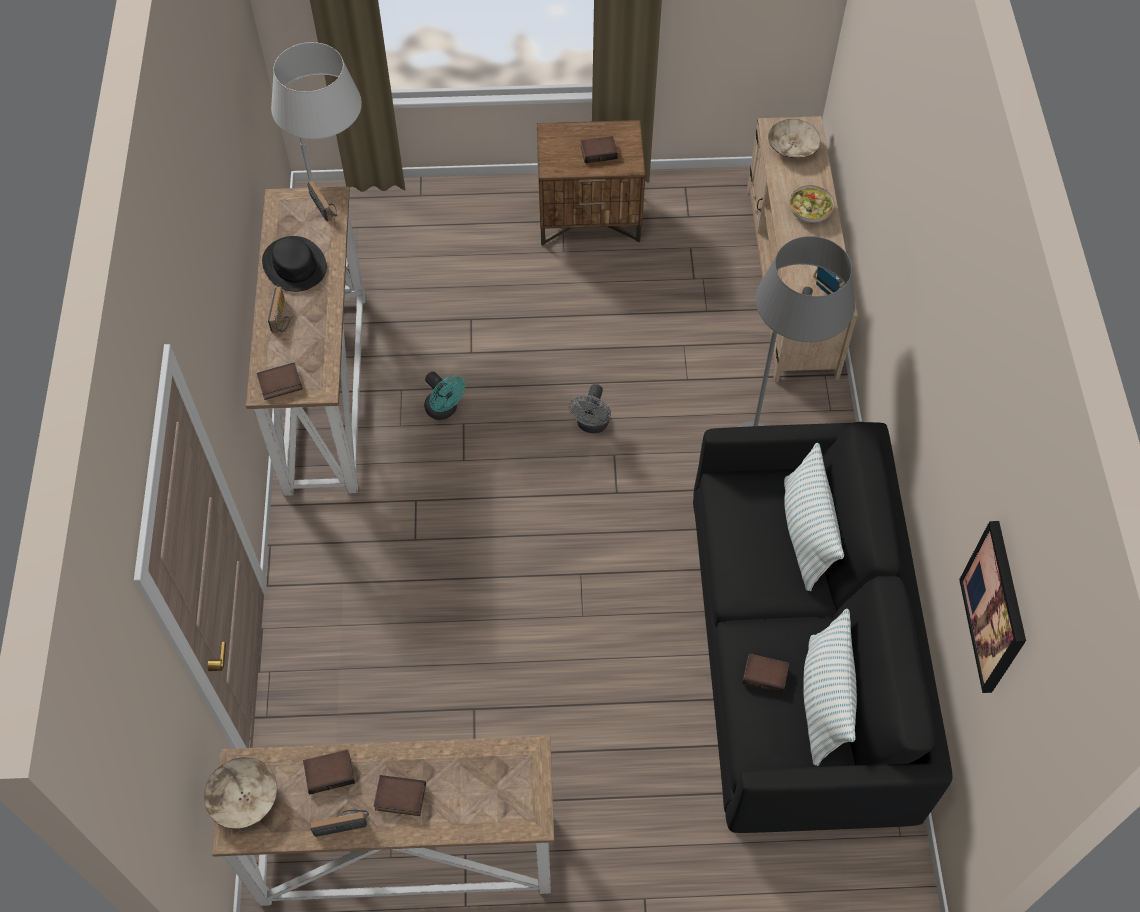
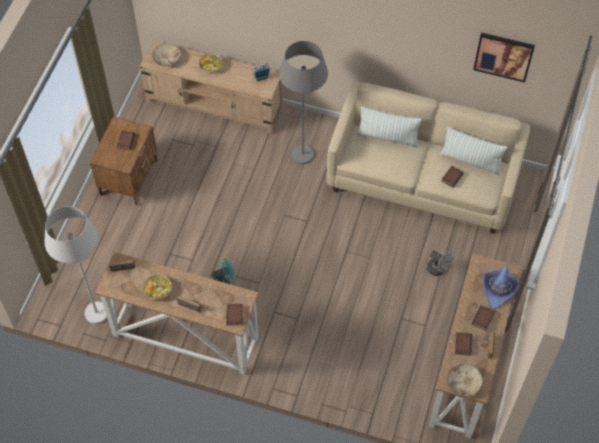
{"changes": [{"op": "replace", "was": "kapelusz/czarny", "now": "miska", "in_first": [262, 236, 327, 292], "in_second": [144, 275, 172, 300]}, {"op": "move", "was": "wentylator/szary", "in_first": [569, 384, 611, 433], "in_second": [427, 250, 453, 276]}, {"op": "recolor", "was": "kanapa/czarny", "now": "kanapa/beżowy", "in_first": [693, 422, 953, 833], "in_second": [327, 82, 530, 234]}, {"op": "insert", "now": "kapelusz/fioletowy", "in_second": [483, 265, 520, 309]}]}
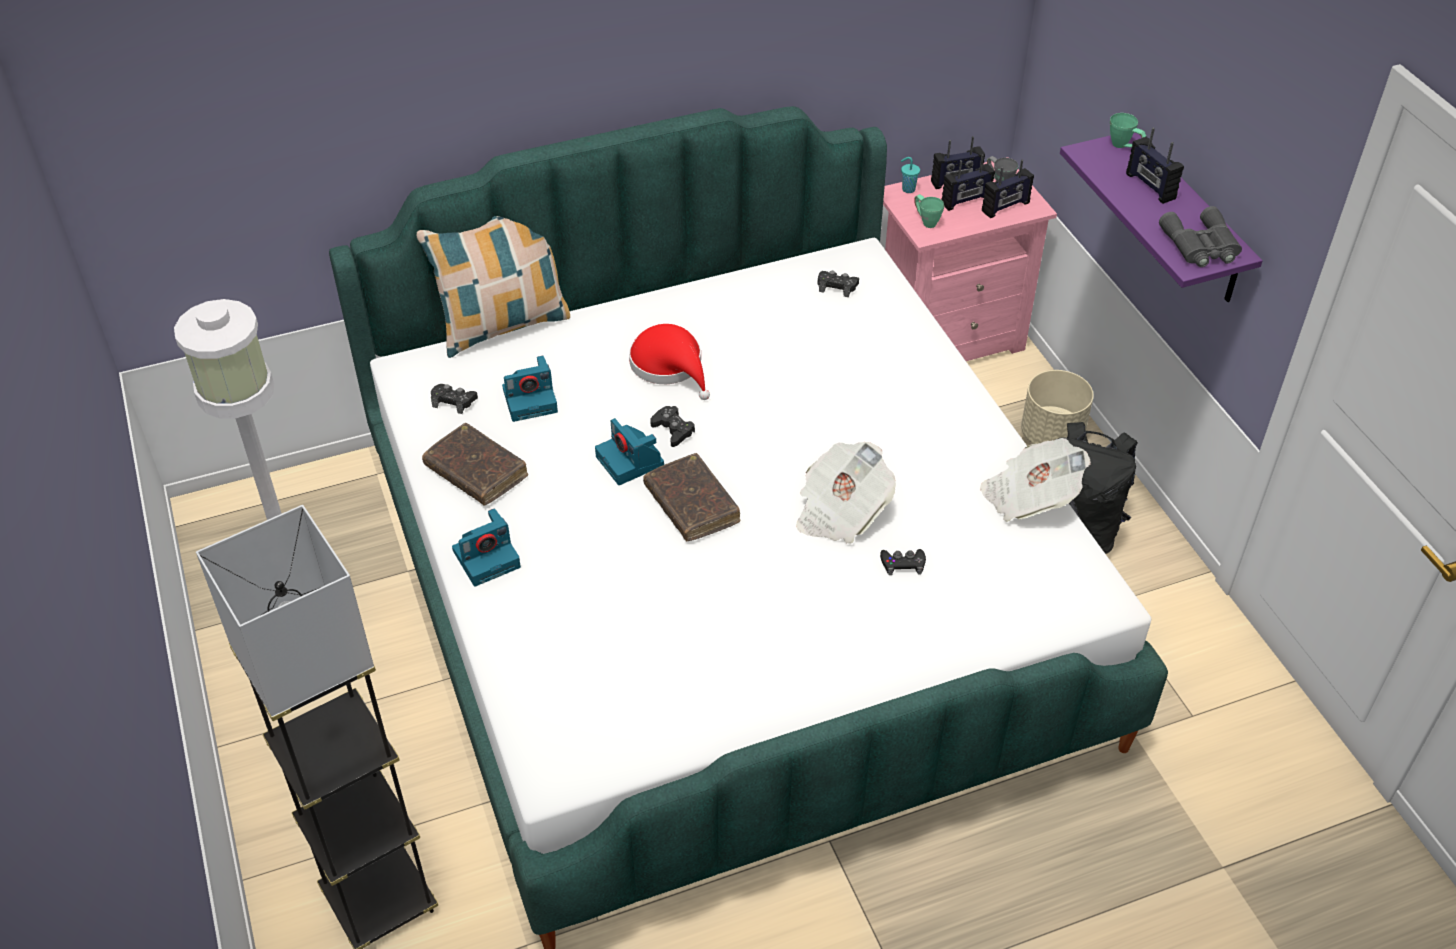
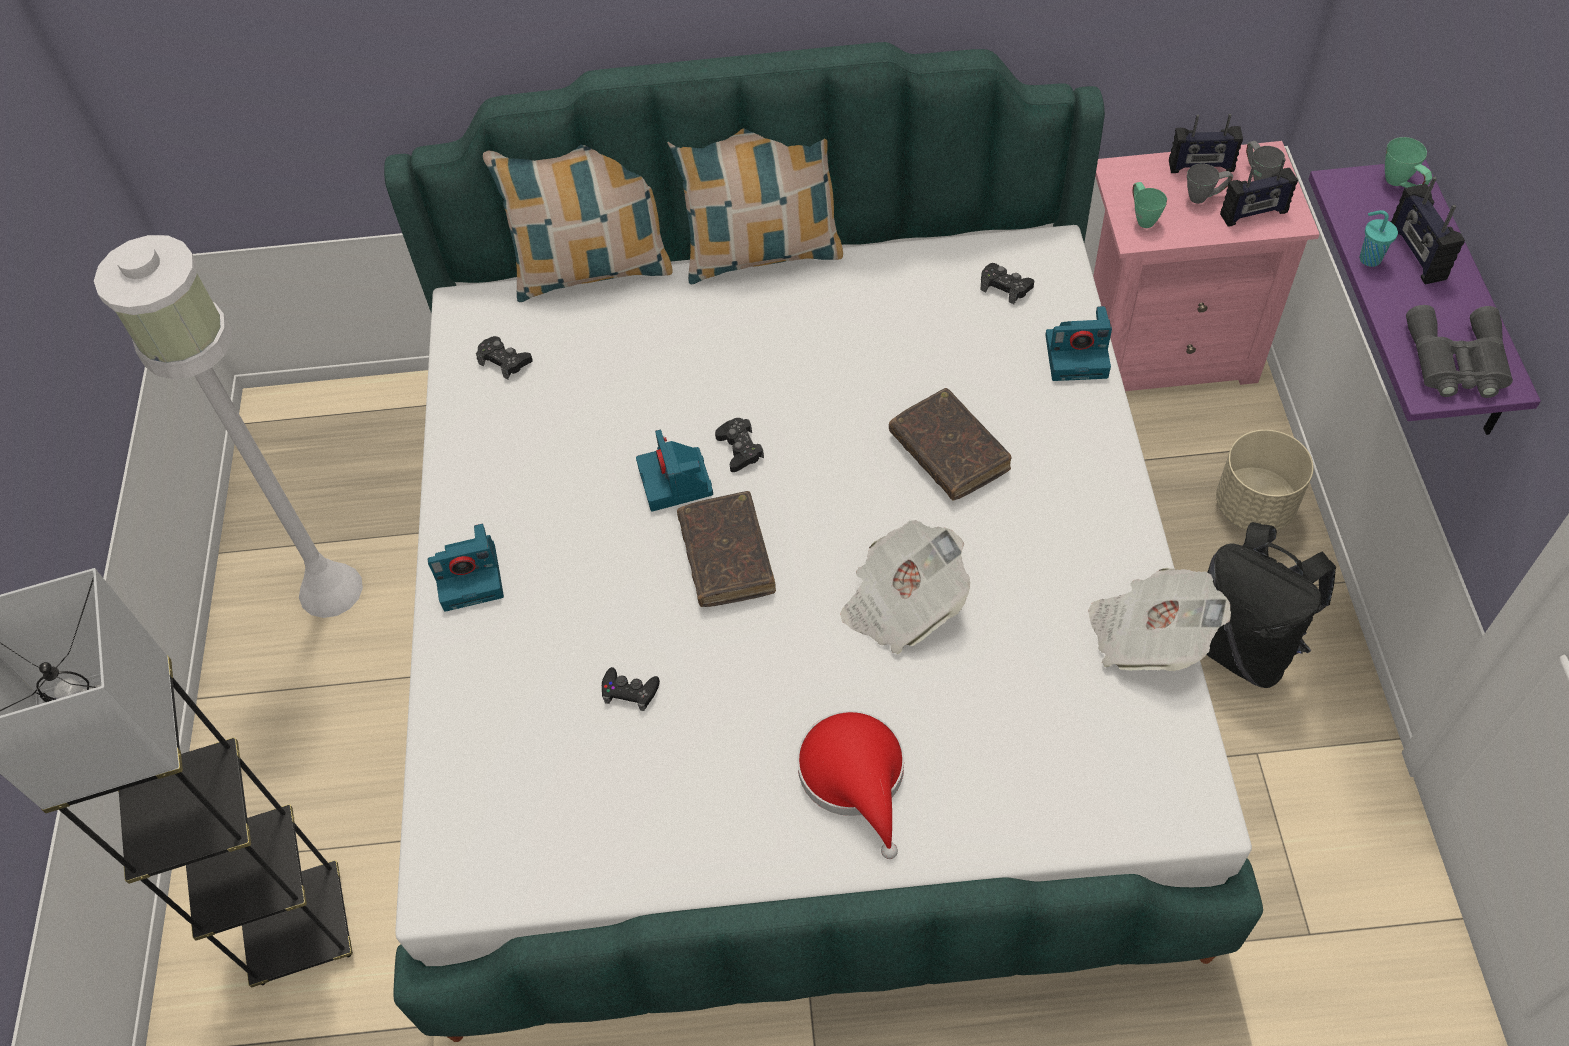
{"changes": [{"op": "move", "was": "książka/brązowy", "in_first": [422, 423, 528, 506], "in_second": [889, 388, 1011, 501]}, {"op": "move", "was": "aparat fotograficzny", "in_first": [502, 356, 558, 422], "in_second": [1045, 306, 1112, 381]}, {"op": "move", "was": "kapelusz/czerwony", "in_first": [629, 324, 710, 400], "in_second": [797, 711, 904, 859]}, {"op": "move", "was": "pad do gier/czarny", "in_first": [880, 549, 926, 575], "in_second": [602, 667, 660, 711]}, {"op": "move", "was": "filiżanka/turkusowy", "in_first": [901, 157, 920, 193], "in_second": [1359, 210, 1398, 267]}, {"op": "replace", "was": "radio", "now": "kubek/szary", "in_first": [941, 154, 995, 211], "in_second": [1187, 164, 1233, 204]}, {"op": "insert", "now": "poduszka", "in_second": [667, 128, 843, 284]}]}
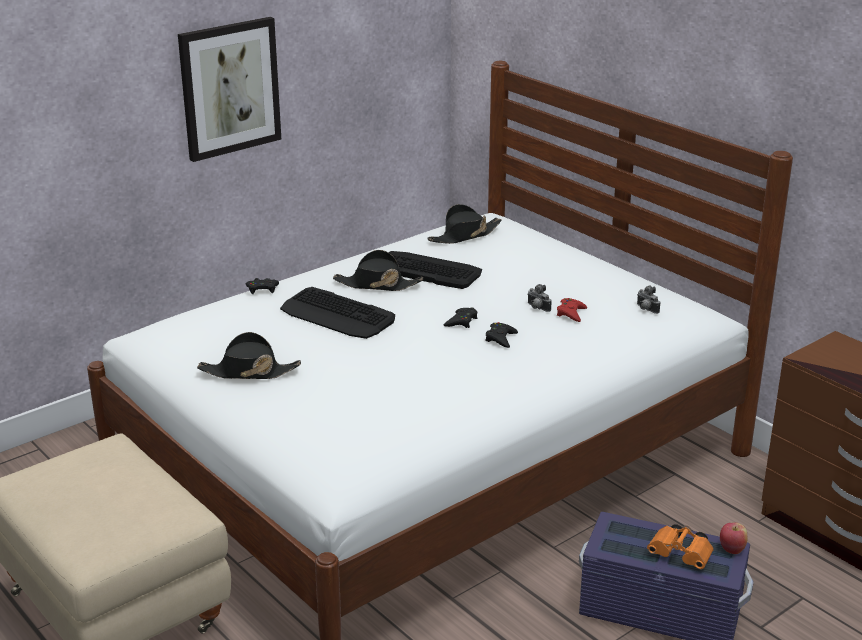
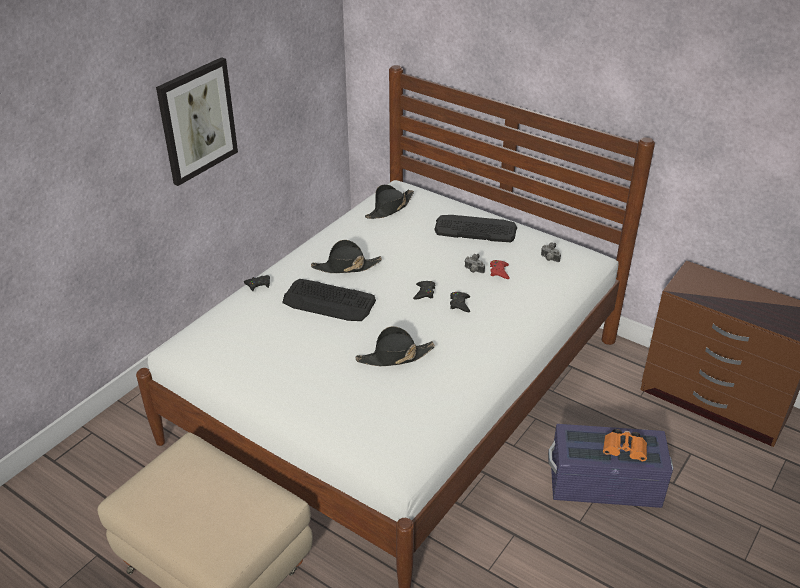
{"changes": [{"op": "move", "was": "kapelusz/czarny", "in_first": [197, 332, 301, 379], "in_second": [355, 326, 435, 366]}, {"op": "move", "was": "klawiatura", "in_first": [388, 251, 482, 289], "in_second": [434, 215, 517, 242]}, {"op": "delete", "was": "jabłko", "in_first": [720, 523, 747, 554]}]}
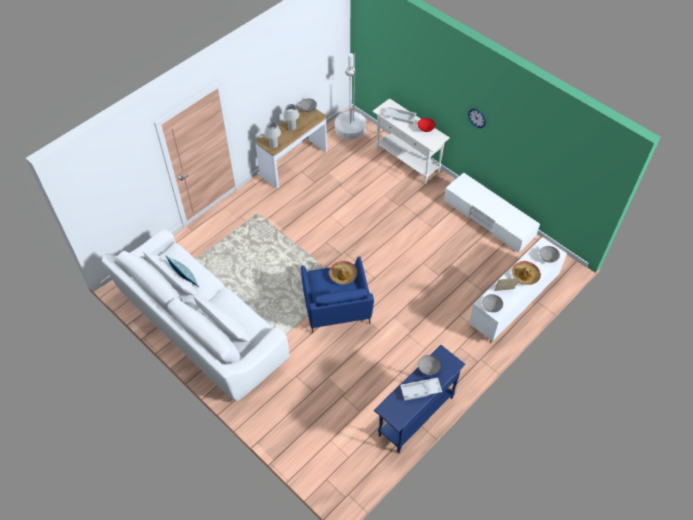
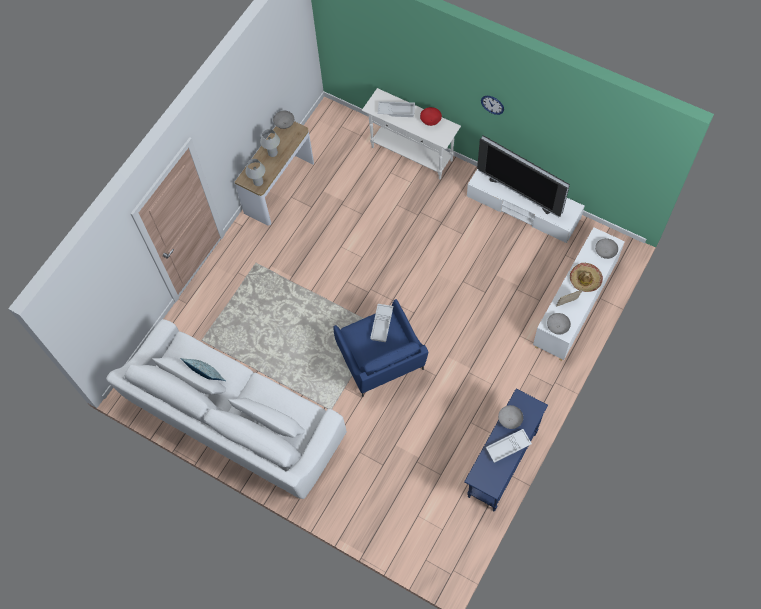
{"changes": [{"op": "replace", "was": "kapelusz", "now": "taca/biały", "in_first": [329, 261, 357, 285], "in_second": [370, 304, 393, 342]}, {"op": "delete", "was": "lampa stojąca/biały", "in_first": [335, 53, 366, 140]}, {"op": "insert", "now": "telewizor", "in_second": [477, 135, 570, 217]}]}
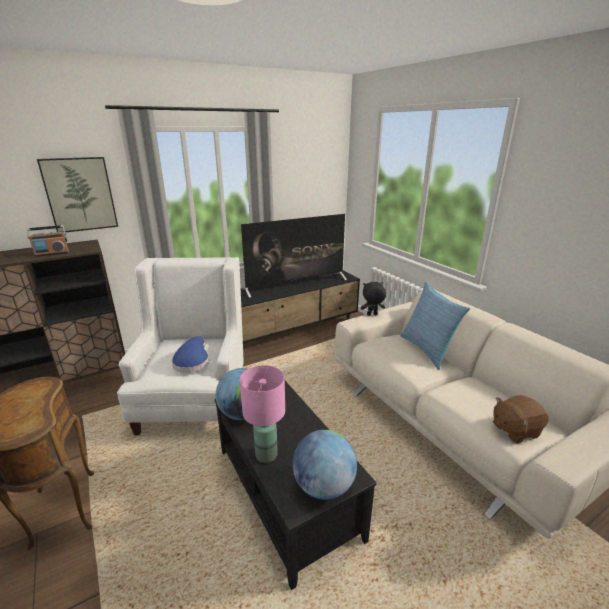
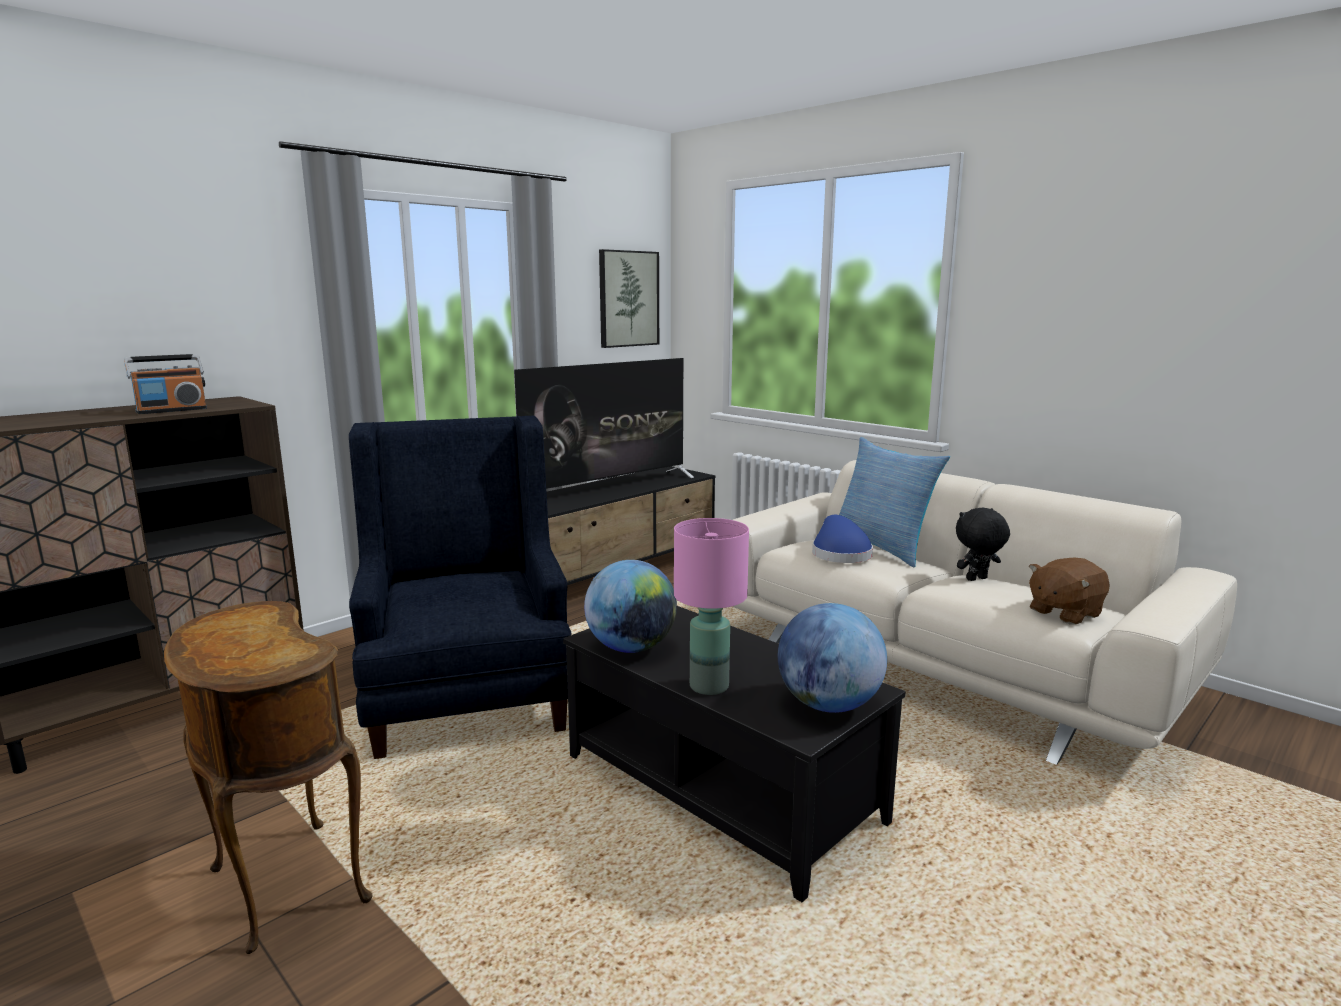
{"changes": [{"op": "move", "was": "obraz", "in_first": [37, 157, 118, 232], "in_second": [599, 249, 659, 348]}, {"op": "recolor", "was": "fotel/biały", "now": "fotel/niebieski", "in_first": [117, 257, 243, 435], "in_second": [349, 415, 571, 759]}, {"op": "move", "was": "kapelusz/niebieski", "in_first": [172, 336, 209, 373], "in_second": [812, 515, 873, 563]}, {"op": "move", "was": "pluszak/czarny", "in_first": [361, 282, 386, 316], "in_second": [956, 508, 1010, 581]}]}
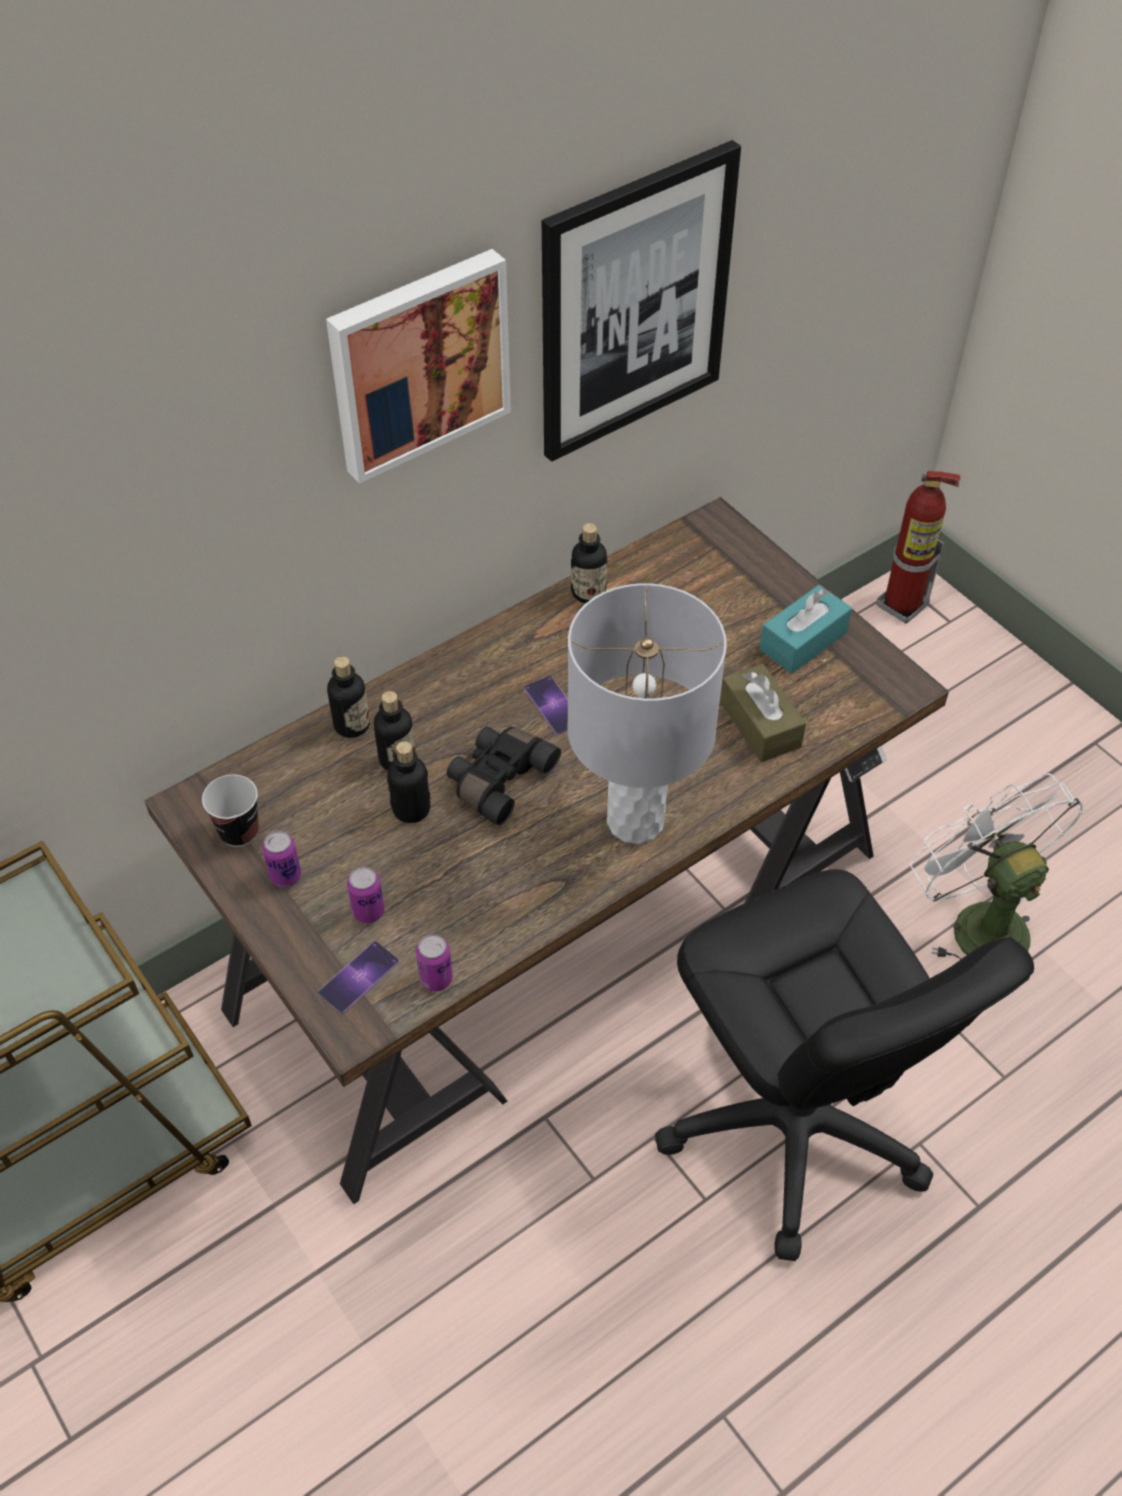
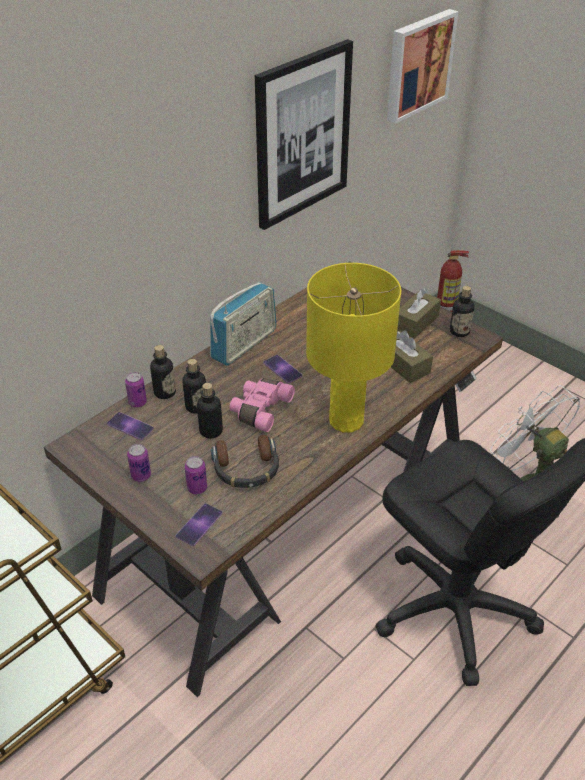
{"changes": [{"op": "delete", "was": "filiżanka", "in_first": [202, 775, 259, 847]}, {"op": "move", "was": "obraz", "in_first": [326, 249, 511, 484], "in_second": [387, 9, 458, 124]}, {"op": "move", "was": "puszka", "in_first": [416, 934, 453, 992], "in_second": [125, 372, 147, 408]}, {"op": "recolor", "was": "lornetka/czarny", "now": "lornetka/różowy", "in_first": [447, 727, 561, 826], "in_second": [230, 378, 295, 432]}, {"op": "recolor", "was": "lampa stołowa/szary", "now": "lampa stołowa/żółty", "in_first": [567, 583, 727, 844], "in_second": [306, 263, 401, 432]}, {"op": "move", "was": "butelka", "in_first": [571, 523, 607, 603], "in_second": [450, 286, 474, 337]}, {"op": "recolor", "was": "pudełko chusteczek/turkusowy", "now": "pudełko chusteczek/brązowy", "in_first": [760, 585, 852, 674], "in_second": [397, 288, 441, 339]}, {"op": "insert", "now": "telefon", "in_second": [106, 412, 154, 440]}, {"op": "insert", "now": "radio", "in_second": [210, 282, 276, 366]}, {"op": "insert", "now": "słuchawki", "in_second": [211, 435, 279, 488]}]}
